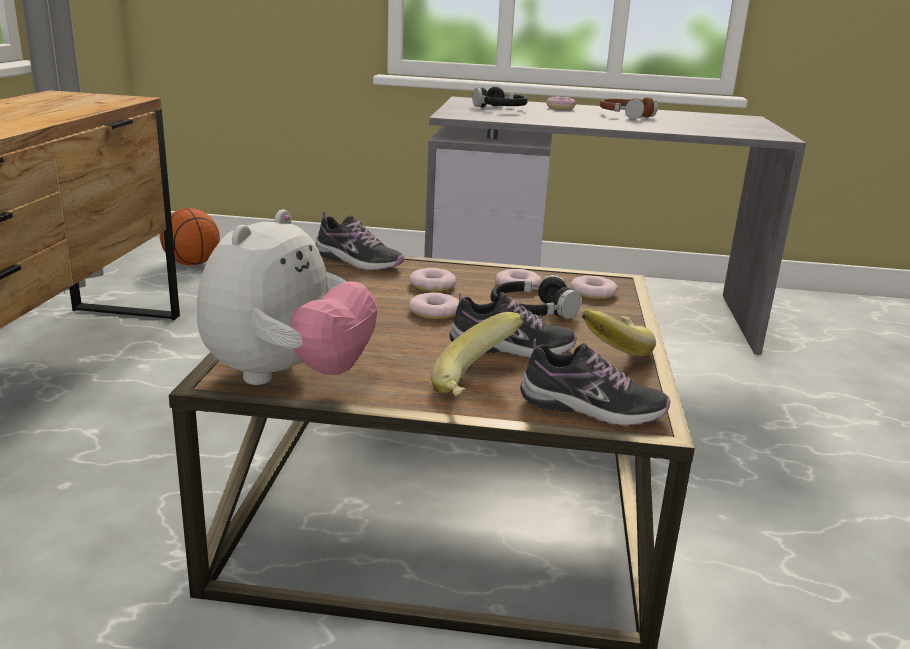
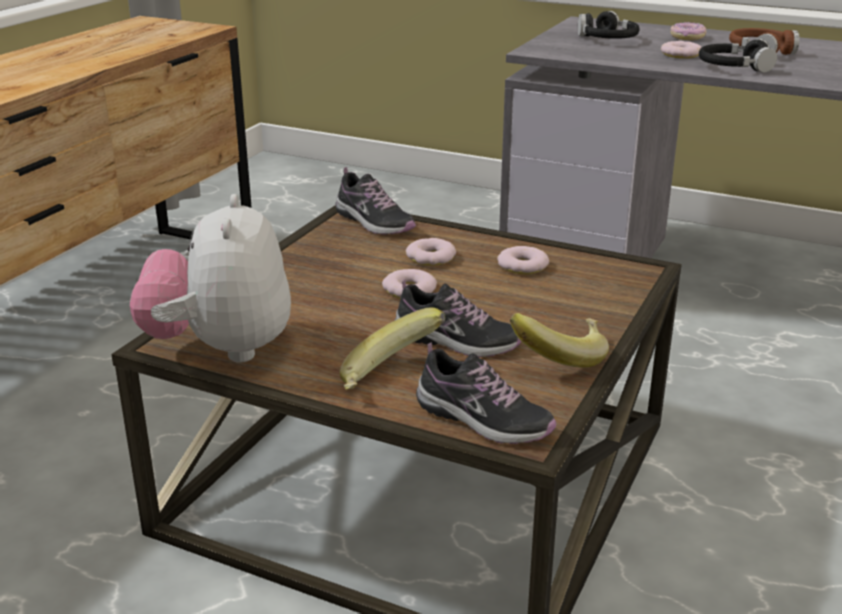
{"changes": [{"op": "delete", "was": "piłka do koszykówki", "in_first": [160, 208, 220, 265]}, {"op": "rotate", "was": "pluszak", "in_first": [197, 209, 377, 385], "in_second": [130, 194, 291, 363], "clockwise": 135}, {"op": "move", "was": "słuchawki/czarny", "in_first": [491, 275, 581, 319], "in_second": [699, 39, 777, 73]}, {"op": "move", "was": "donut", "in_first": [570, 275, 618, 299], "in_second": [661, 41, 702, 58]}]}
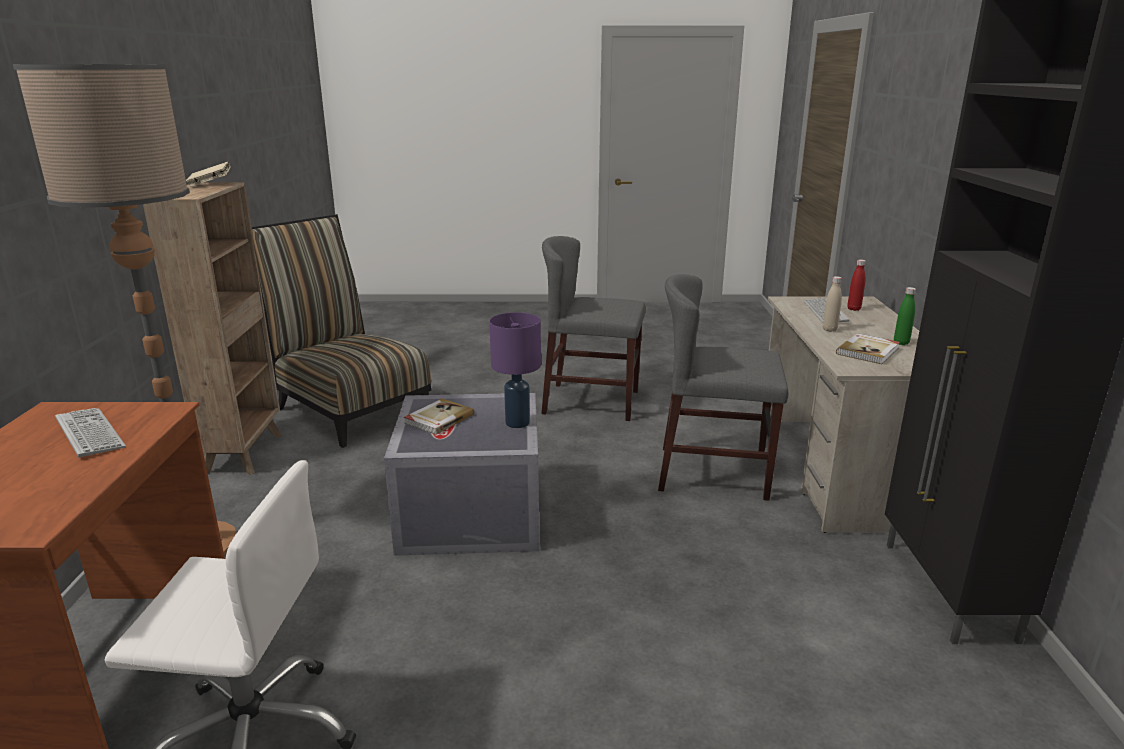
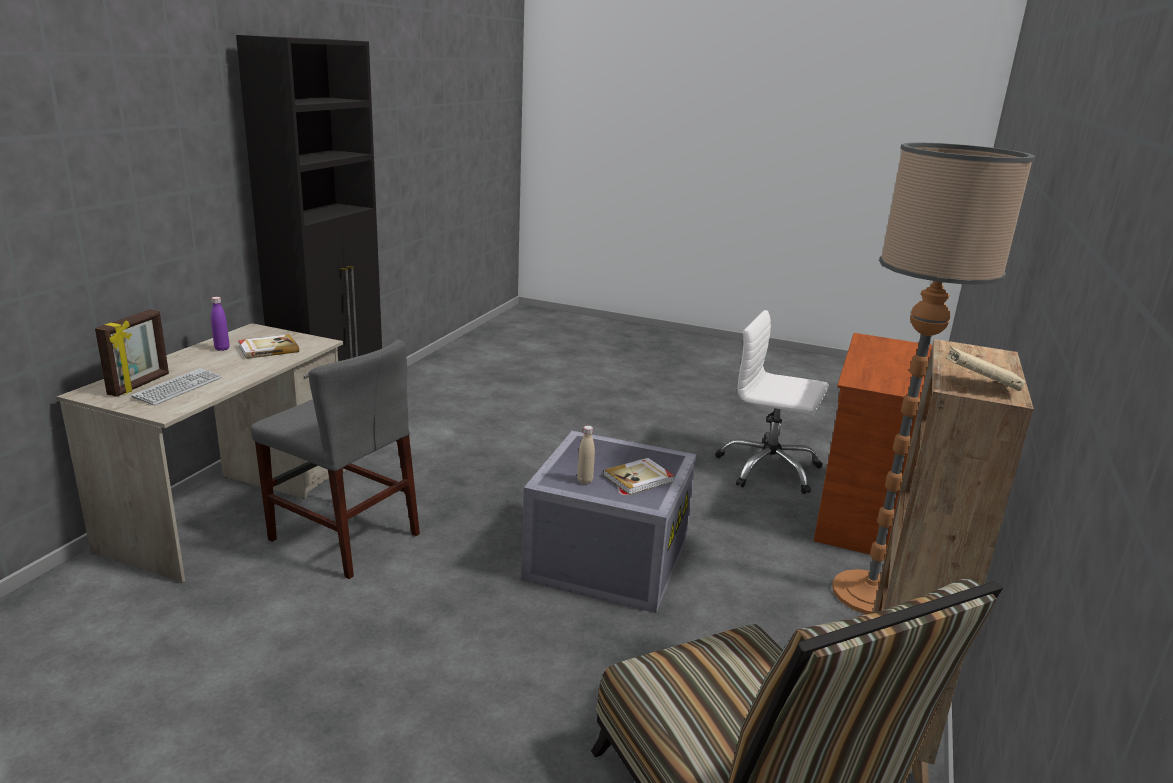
{"changes": [{"op": "delete", "was": "klawiatura", "in_first": [55, 408, 126, 457]}, {"op": "delete", "was": "lampa stołowa/fioletowy", "in_first": [489, 312, 541, 428]}, {"op": "delete", "was": "krzesło/szary", "in_first": [541, 236, 646, 421]}, {"op": "move", "was": "butelka/beżowy", "in_first": [823, 276, 842, 332], "in_second": [577, 426, 595, 484]}, {"op": "replace", "was": "butelka/czerwony", "now": "ramka na zdjęcie", "in_first": [847, 259, 866, 311], "in_second": [95, 309, 169, 397]}, {"op": "recolor", "was": "butelka/zielony", "now": "butelka/fioletowy", "in_first": [894, 287, 916, 345], "in_second": [211, 297, 229, 351]}]}
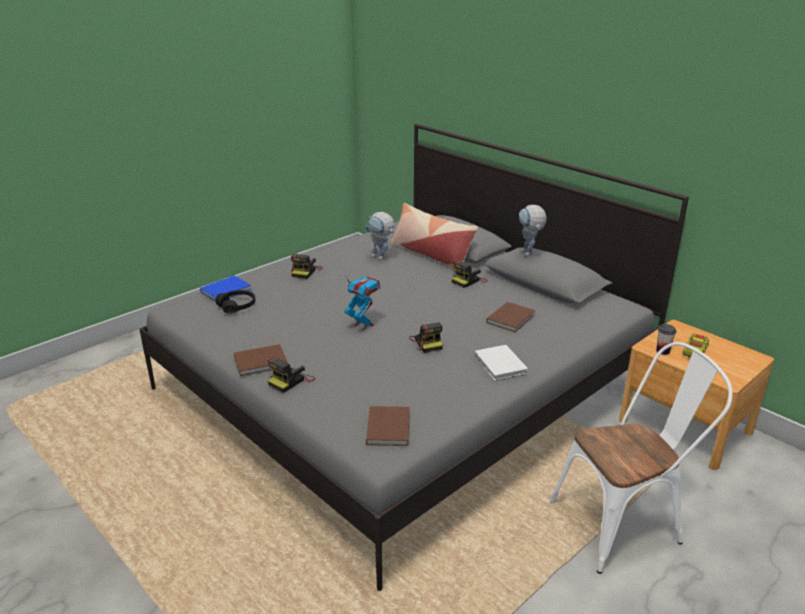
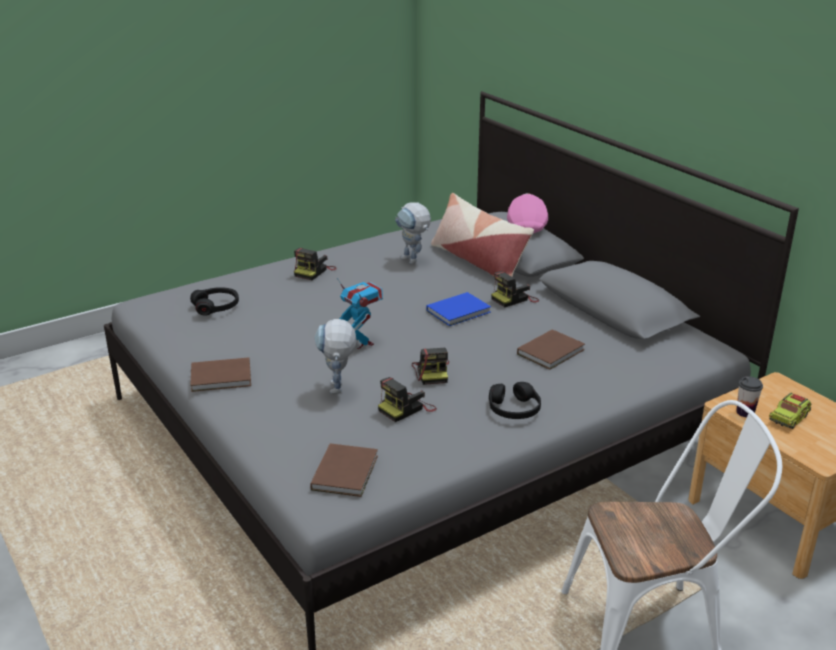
{"changes": [{"op": "move", "was": "książka/niebieski", "in_first": [200, 275, 252, 302], "in_second": [426, 292, 491, 326]}, {"op": "move", "was": "aparat fotograficzny", "in_first": [268, 357, 315, 393], "in_second": [378, 377, 437, 422]}, {"op": "replace", "was": "książka/biały", "now": "słuchawki/czarny", "in_first": [474, 345, 528, 381], "in_second": [489, 382, 541, 419]}, {"op": "move", "was": "robot zabawkowy", "in_first": [519, 205, 547, 256], "in_second": [315, 319, 357, 394]}, {"op": "insert", "now": "czapka z daszkiem/różowy", "in_second": [507, 193, 548, 233]}]}
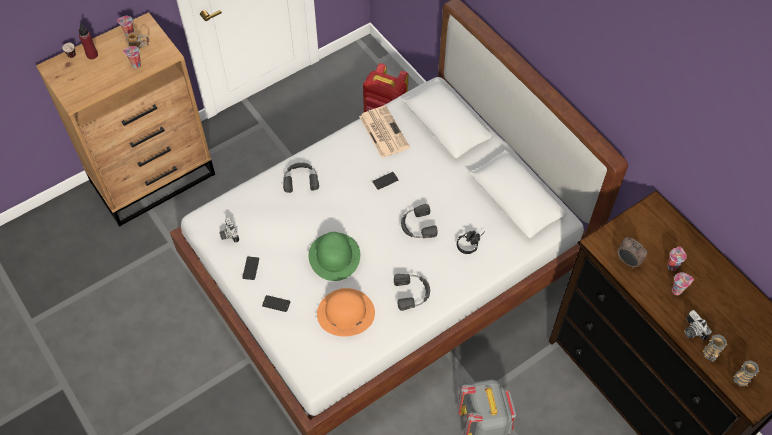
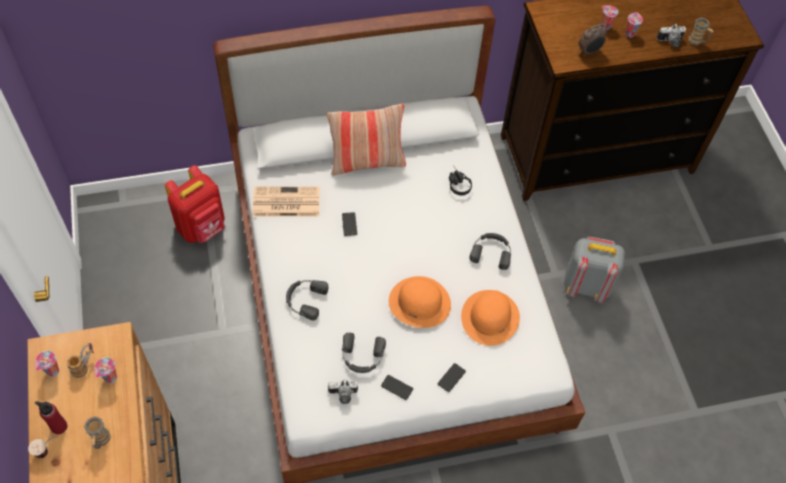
{"changes": [{"op": "recolor", "was": "kapelusz/zielony", "now": "kapelusz/pomarańczowy", "in_first": [308, 232, 360, 281], "in_second": [389, 276, 451, 328]}, {"op": "move", "was": "słuchawki/czarny", "in_first": [401, 204, 438, 238], "in_second": [342, 333, 386, 373]}, {"op": "move", "was": "kubek", "in_first": [733, 360, 759, 386], "in_second": [83, 416, 112, 449]}, {"op": "insert", "now": "poduszka", "in_second": [327, 104, 406, 175]}]}
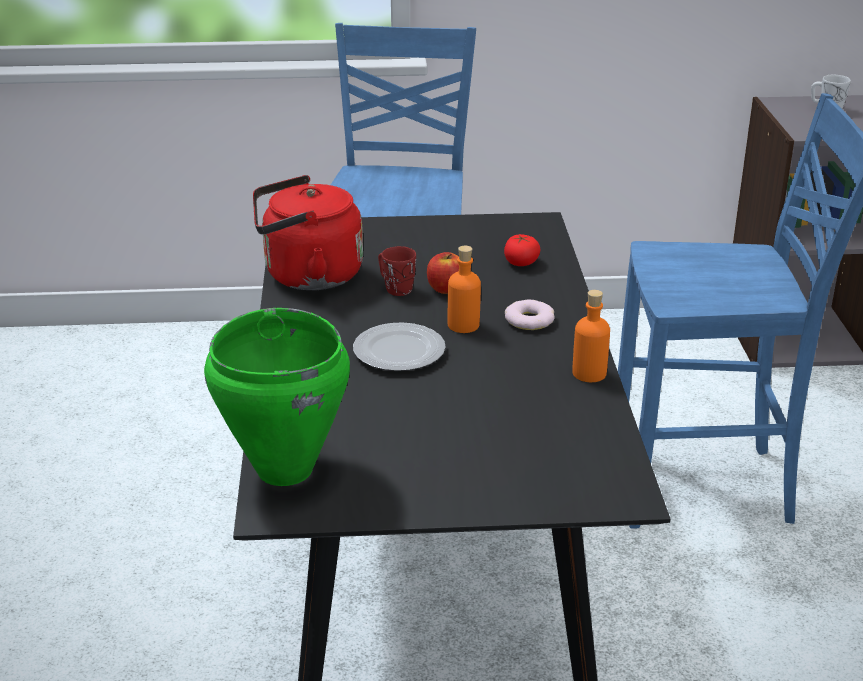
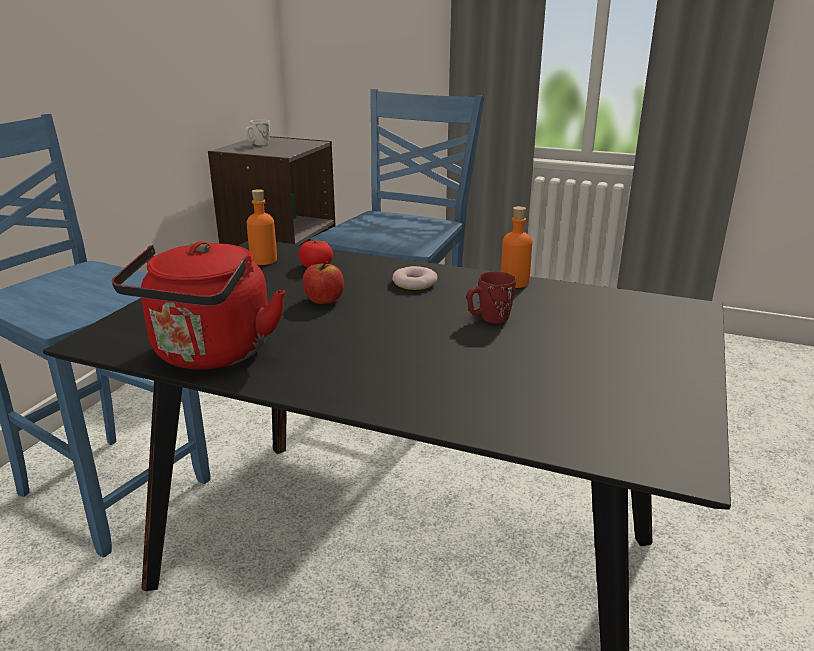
{"changes": [{"op": "delete", "was": "garnek/zielony", "in_first": [204, 308, 350, 486]}, {"op": "delete", "was": "talerz", "in_first": [353, 323, 446, 371]}, {"op": "move", "was": "kubek/czerwony", "in_first": [378, 246, 416, 296], "in_second": [467, 271, 516, 323]}, {"op": "move", "was": "butelka/pomarańczowy", "in_first": [448, 246, 481, 333], "in_second": [247, 189, 277, 265]}]}
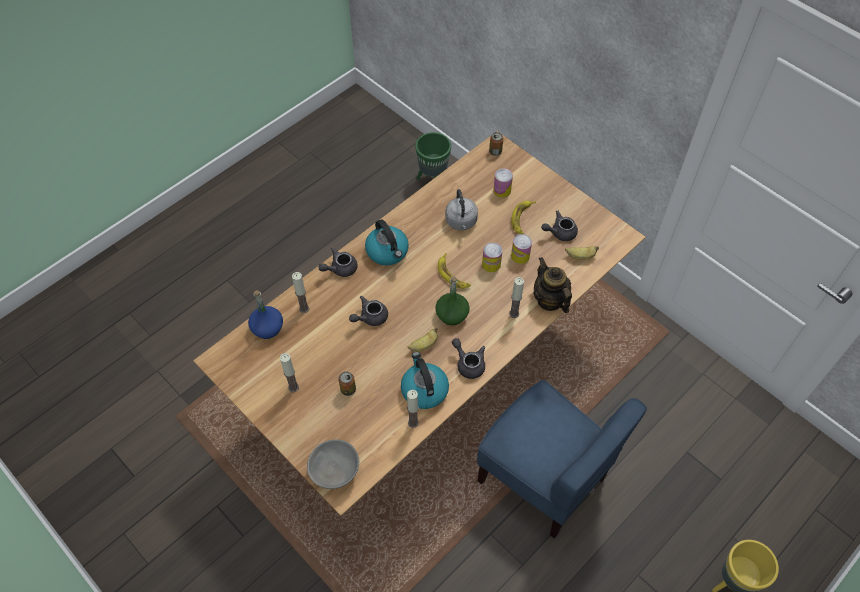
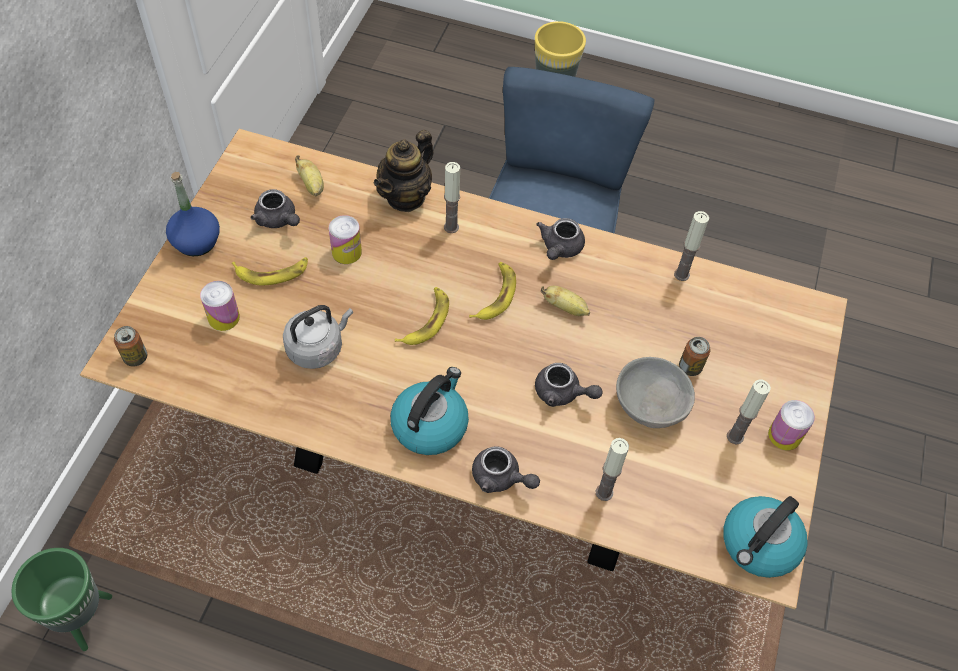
{"changes": [{"op": "move", "was": "butelka/niebieski", "in_first": [248, 290, 283, 339], "in_second": [166, 172, 220, 256]}, {"op": "move", "was": "miska/szary", "in_first": [307, 440, 359, 489], "in_second": [616, 357, 695, 428]}, {"op": "move", "was": "czajnik", "in_first": [401, 352, 449, 409], "in_second": [723, 496, 808, 578]}, {"op": "replace", "was": "butelka/zielony", "now": "banan", "in_first": [435, 276, 470, 325], "in_second": [469, 262, 516, 320]}, {"op": "move", "was": "puszka", "in_first": [482, 242, 503, 272], "in_second": [768, 400, 815, 450]}]}
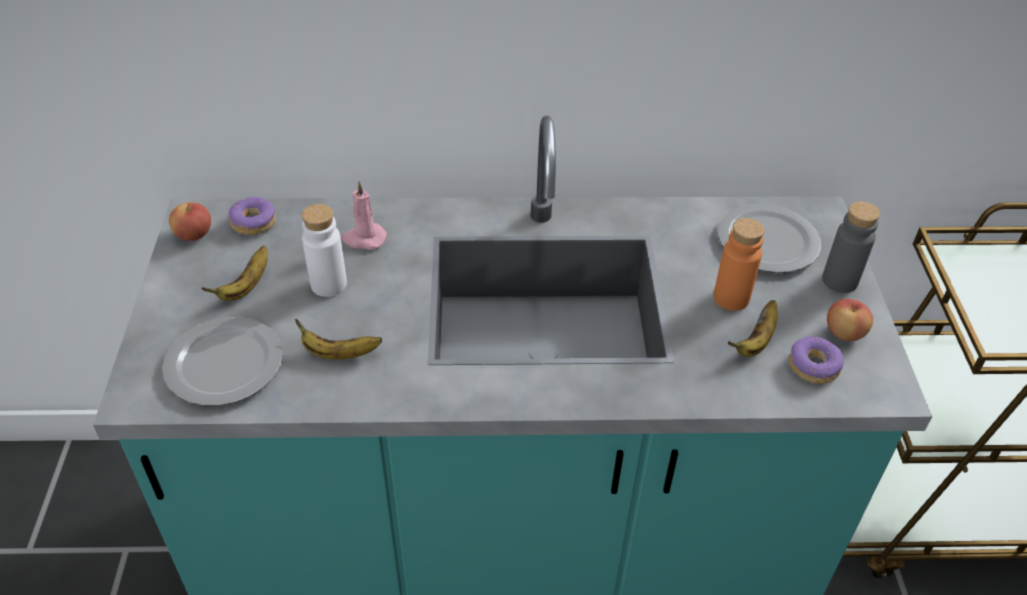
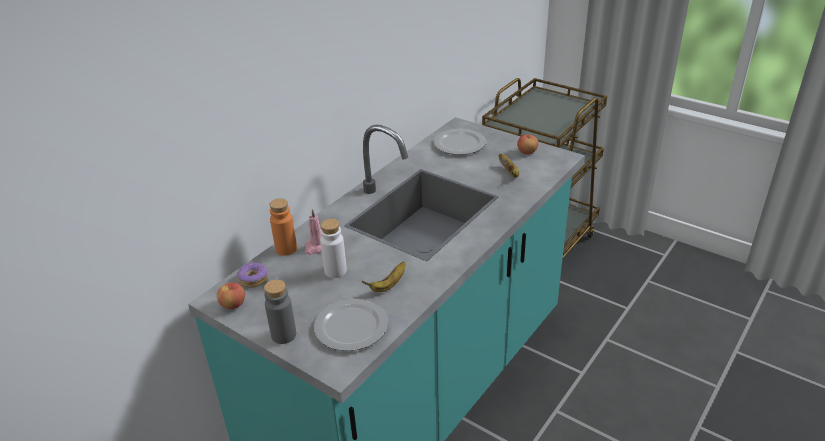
{"changes": [{"op": "delete", "was": "banan", "in_first": [201, 246, 268, 301]}, {"op": "move", "was": "butelka/pomarańczowy", "in_first": [713, 218, 765, 311], "in_second": [270, 198, 297, 256]}, {"op": "delete", "was": "donut", "in_first": [789, 337, 844, 384]}, {"op": "move", "was": "butelka/szary", "in_first": [822, 201, 880, 293], "in_second": [264, 279, 296, 344]}]}
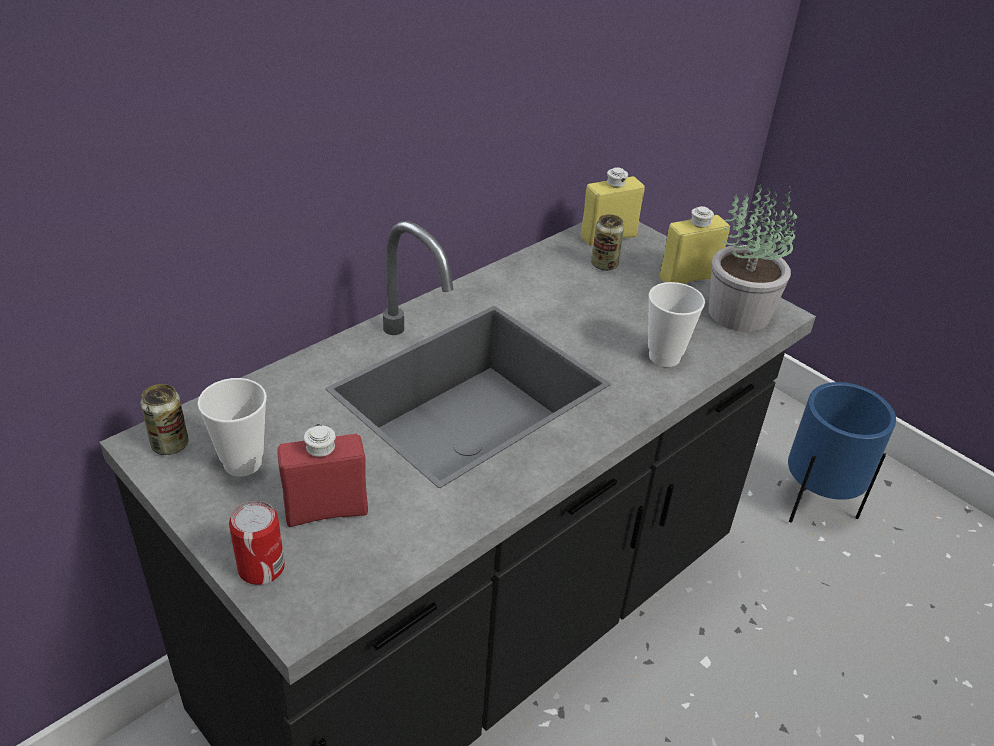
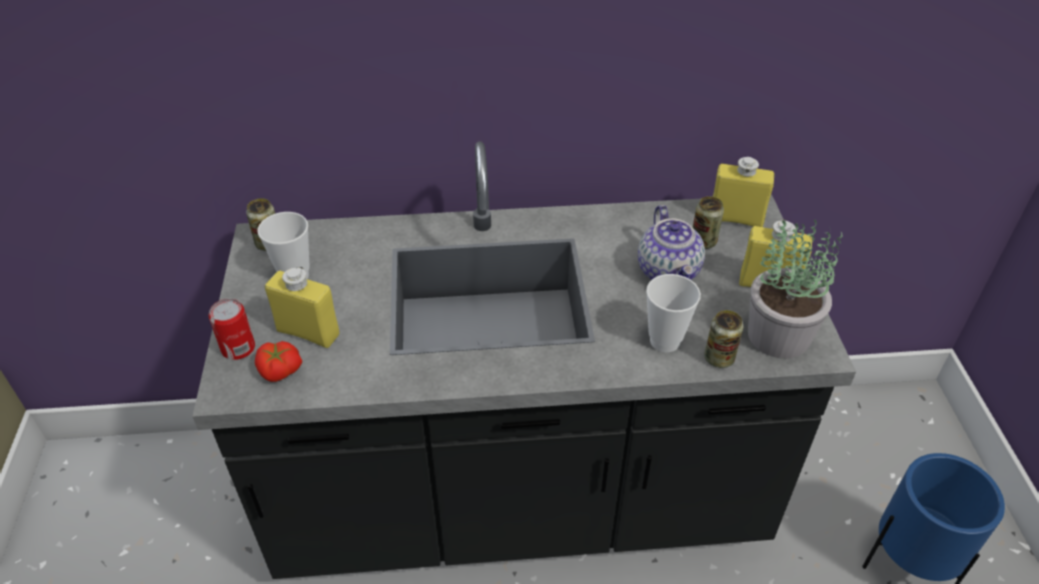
{"changes": [{"op": "recolor", "was": "butelka/czerwony", "now": "butelka/żółty", "in_first": [277, 424, 368, 527], "in_second": [265, 267, 340, 348]}, {"op": "insert", "now": "pomidor", "in_second": [255, 341, 302, 382]}, {"op": "insert", "now": "imbryk", "in_second": [638, 205, 705, 280]}, {"op": "insert", "now": "puszka", "in_second": [704, 310, 743, 368]}]}
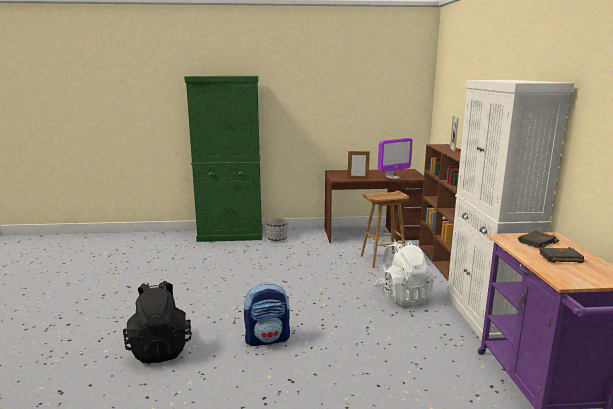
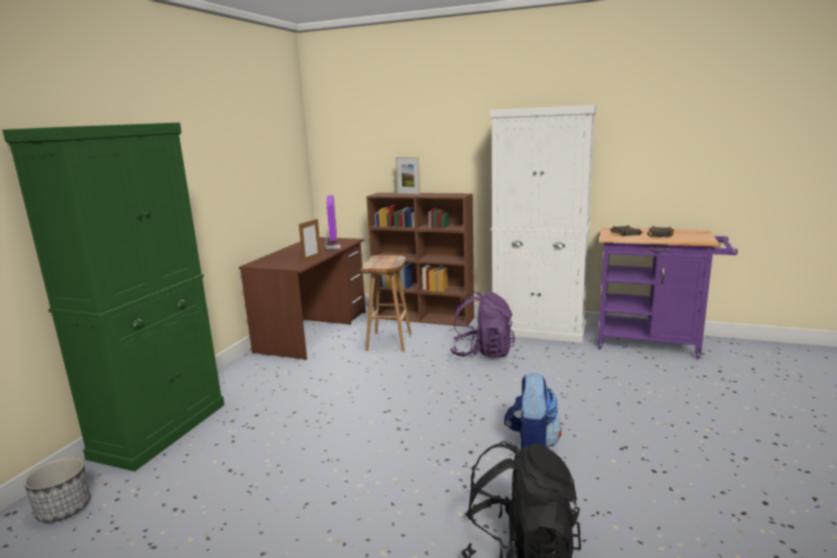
{"changes": [{"op": "move", "was": "donica", "in_first": [266, 218, 288, 241], "in_second": [24, 457, 91, 522]}, {"op": "recolor", "was": "plecak/biały", "now": "plecak/fioletowy", "in_first": [375, 241, 435, 306], "in_second": [450, 291, 515, 358]}]}
